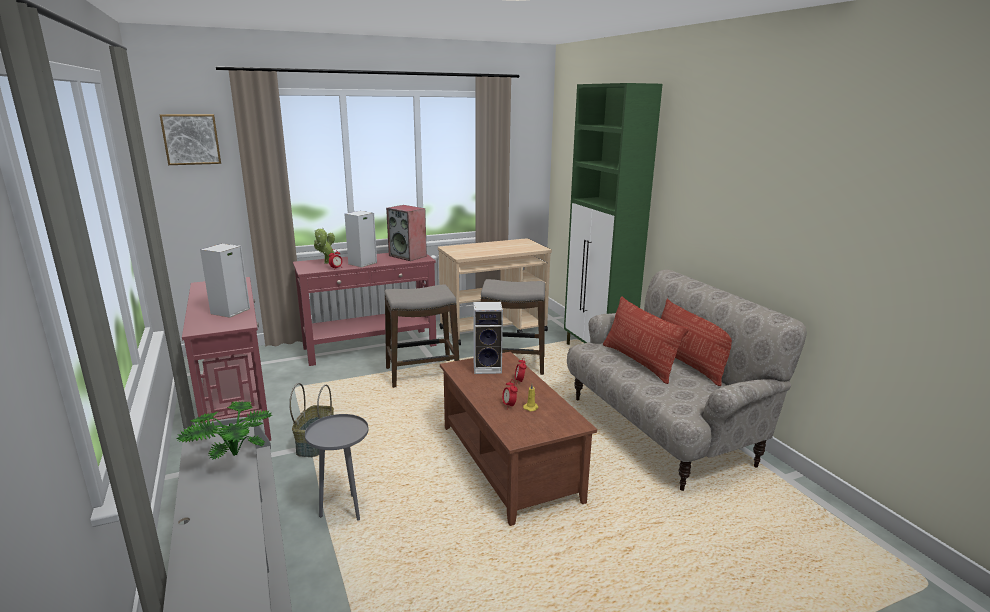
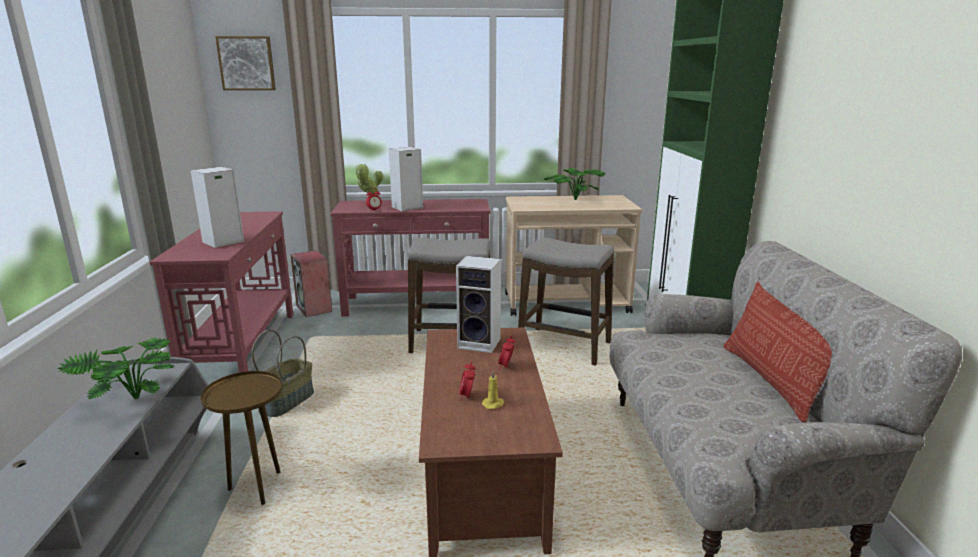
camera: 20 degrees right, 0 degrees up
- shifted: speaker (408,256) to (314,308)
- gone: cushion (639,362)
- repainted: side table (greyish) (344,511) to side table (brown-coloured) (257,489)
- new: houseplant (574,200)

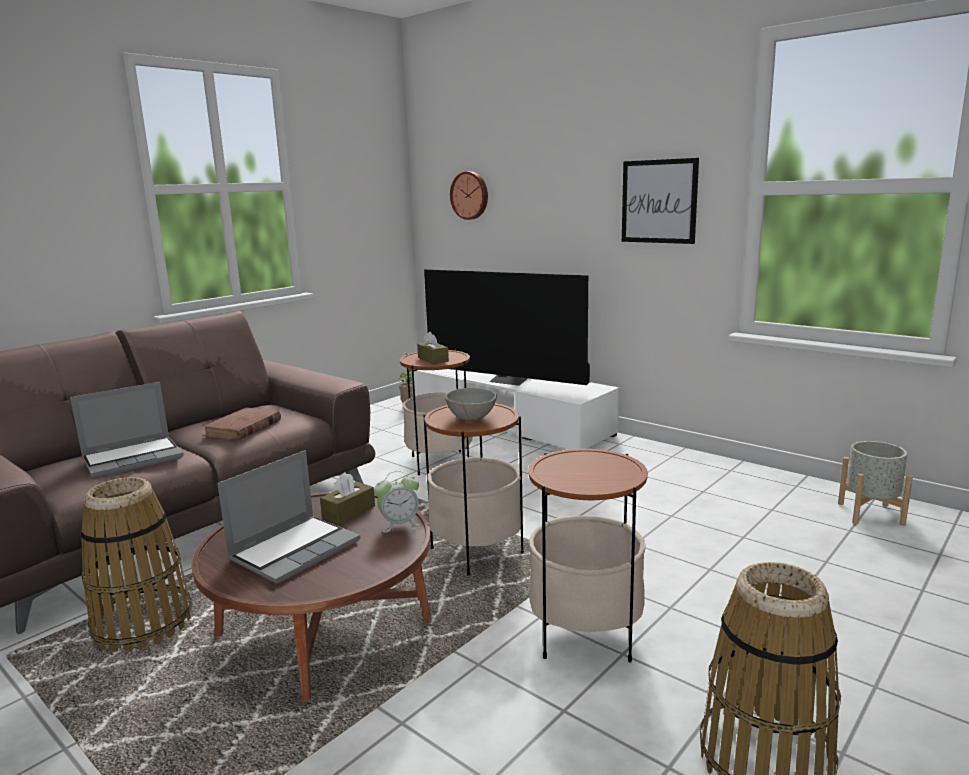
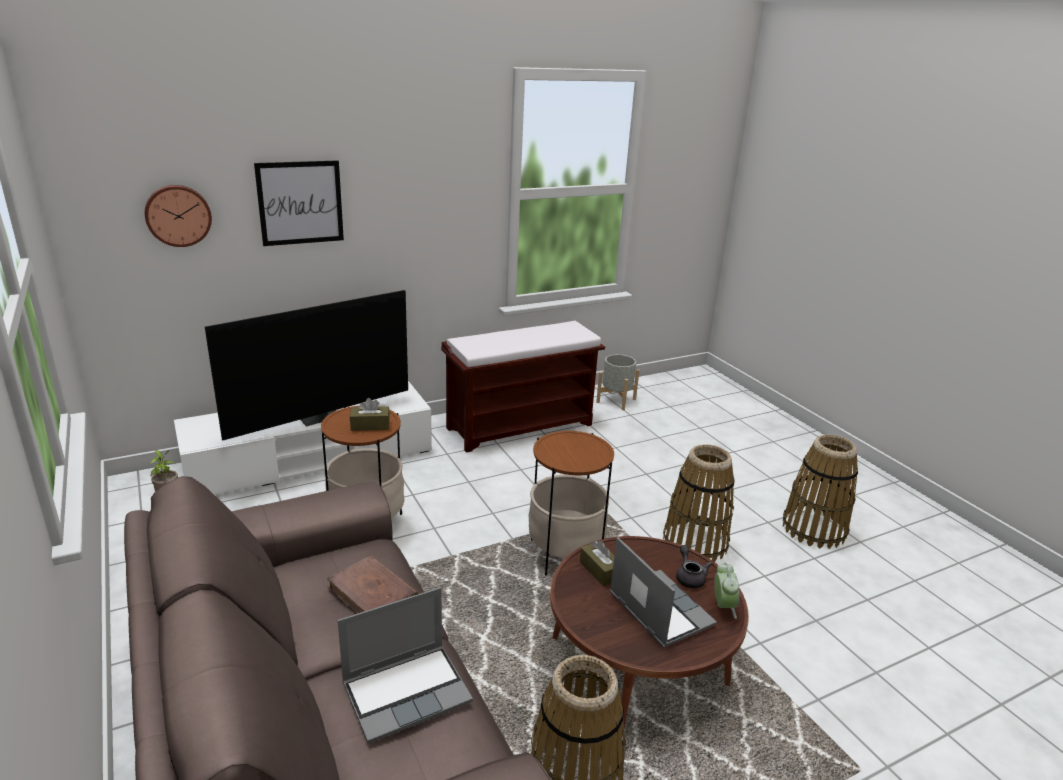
camera: 70 degrees left, 10 degrees up
- shifted: wall picture (659,201) to (300,203)
- rotated: portable computer (134,458) = (407,692) 75 degrees clockwise
- gone: serving bowl (greyish) (472,418)
- swapped: side table (586,634) to household basket (695,542)
- shifted: alarm clock (399,524) to (723,606)
- new: bench (brown-coloured) (521,426)
- new: teapot (greyish) (689,577)

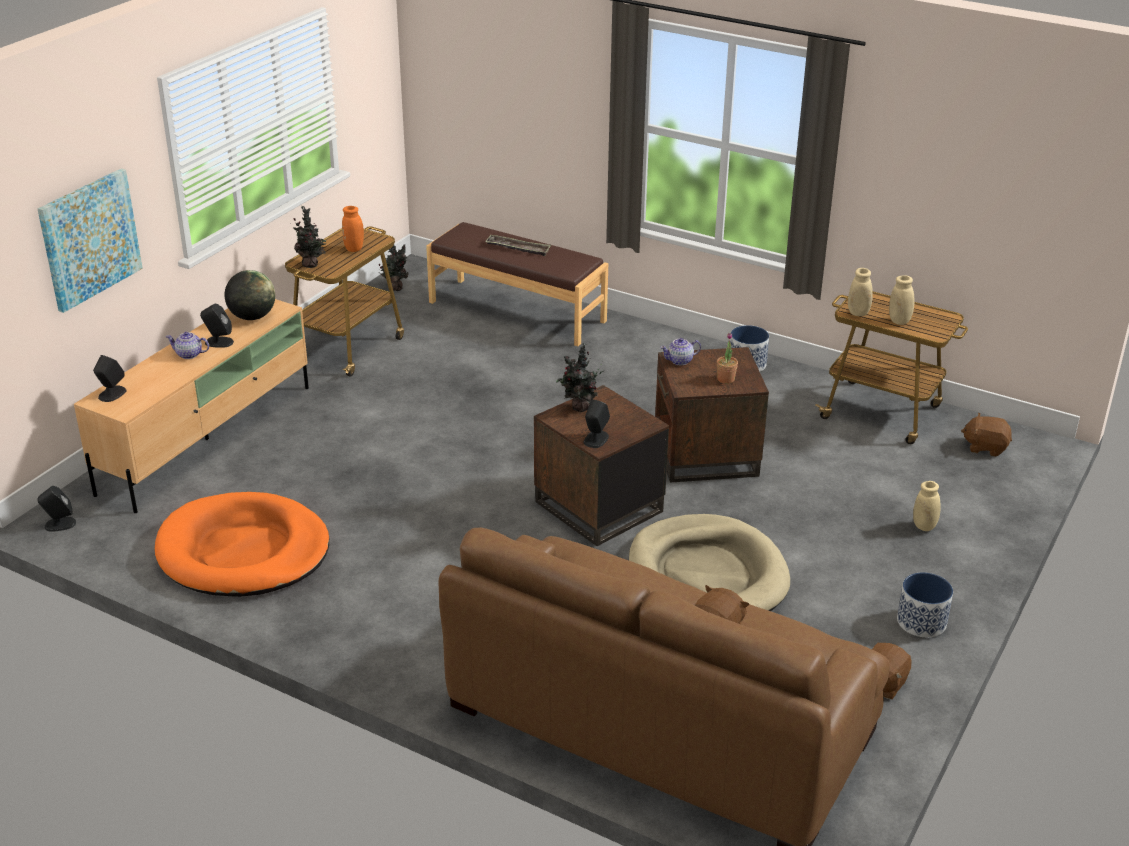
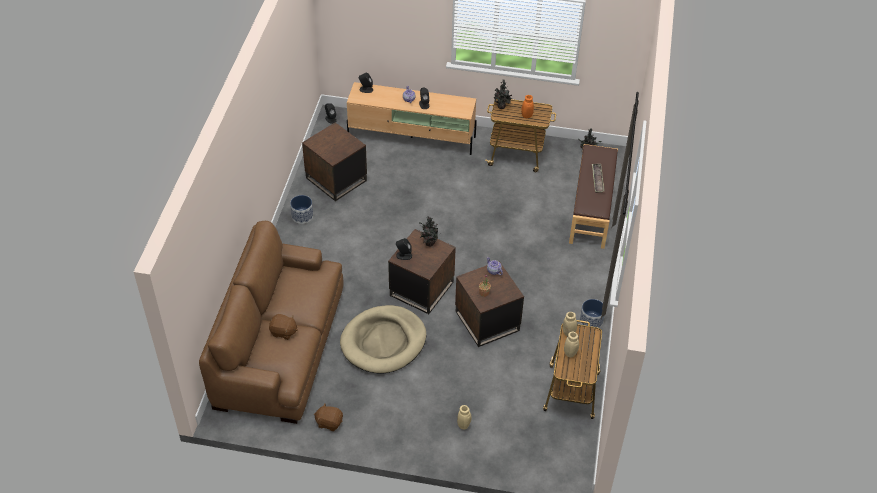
camera: 70 degrees right, 15 degrees up
- gone: wall picture (89,239)
- gone: globe (252,317)
- gone: soft toy (brown-coloured) (985,447)
- swapped: dog bed (orange) (243,551) to side table (brown-coloured) (336,179)
- shifted: planter (921,622) to (302,216)

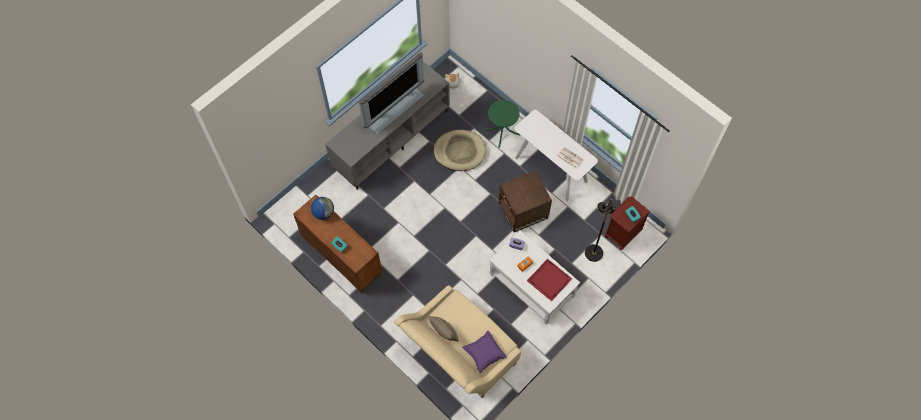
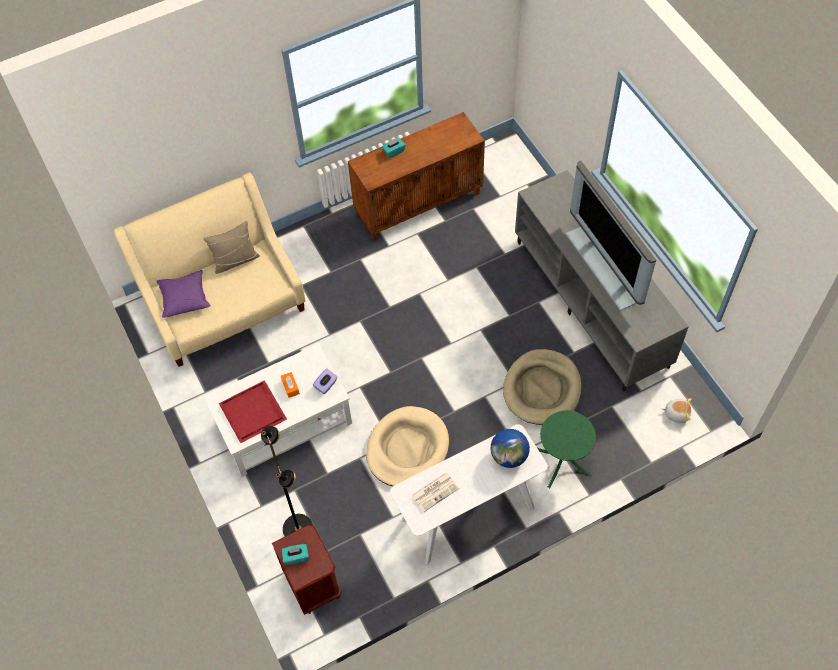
camera: 110 degrees right, 5 degrees down
- swapped: side table (brown-coloured) (523,211) to dog bed (sand-coloured) (407,448)
- shifted: globe (324,213) to (509,456)

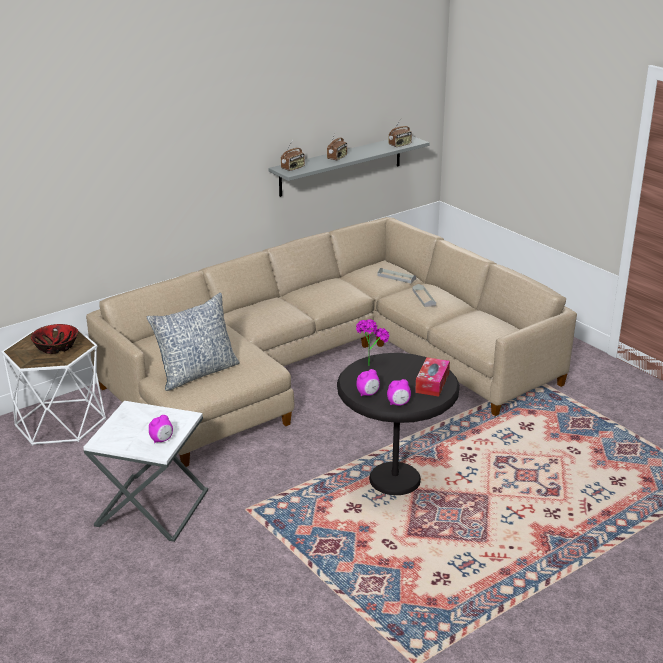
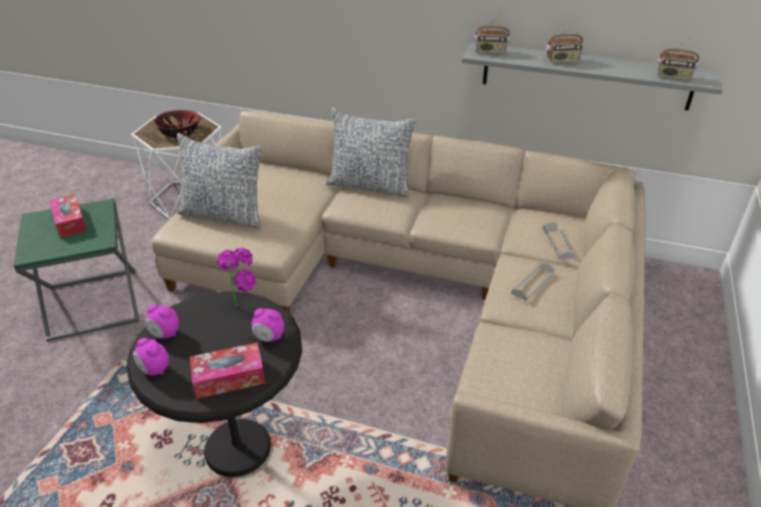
camera: 55 degrees right, 10 degrees up
- repainted: side table (whitish) (152,508) to side table (greenish) (94,304)
- shifted: alarm clock (162,440) to (269,337)
- new: cushion (370,185)
- new: box of tissues (70,222)

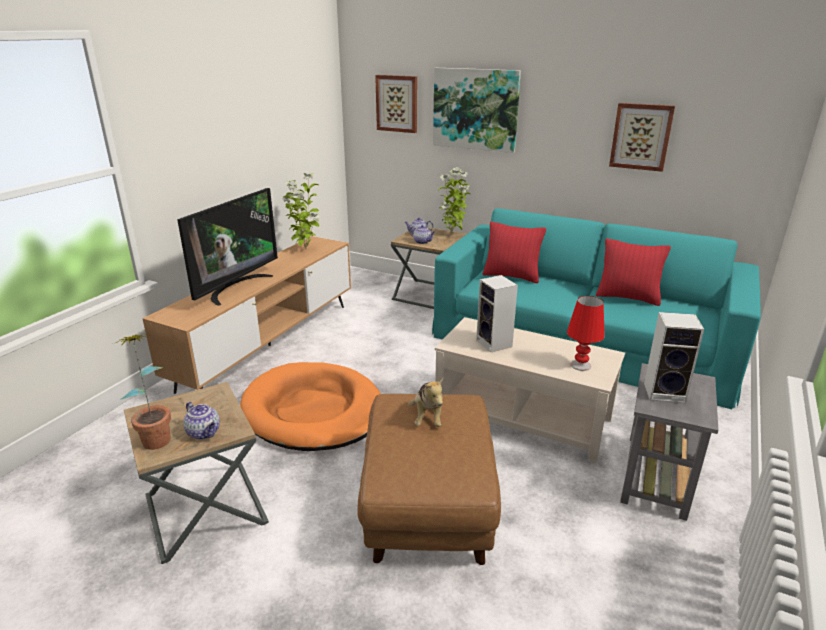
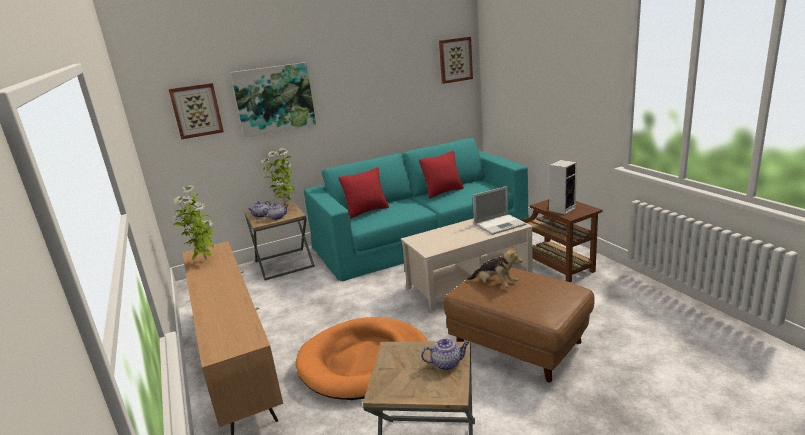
camera: 50 degrees left, 5 degrees down
- shifted: wall picture (641,136) to (455,60)
- gone: TV set (235,287)
- gone: speaker (495,344)
- swapped: lamp for a table (reddish) (581,365) to portable computer (500,224)
- gone: houseplant (156,436)
- repainted: side table (greyish) (655,478) to side table (brown-coloured) (559,266)

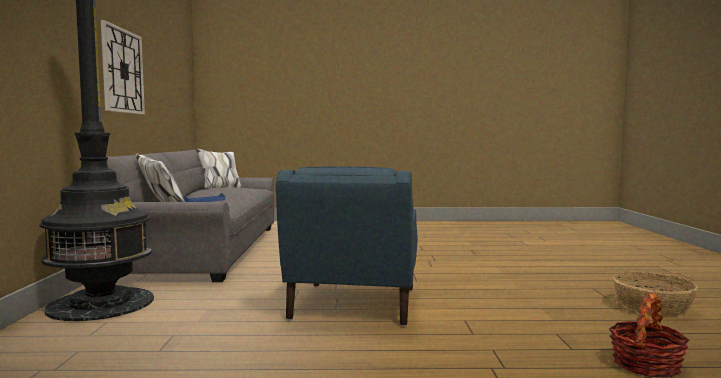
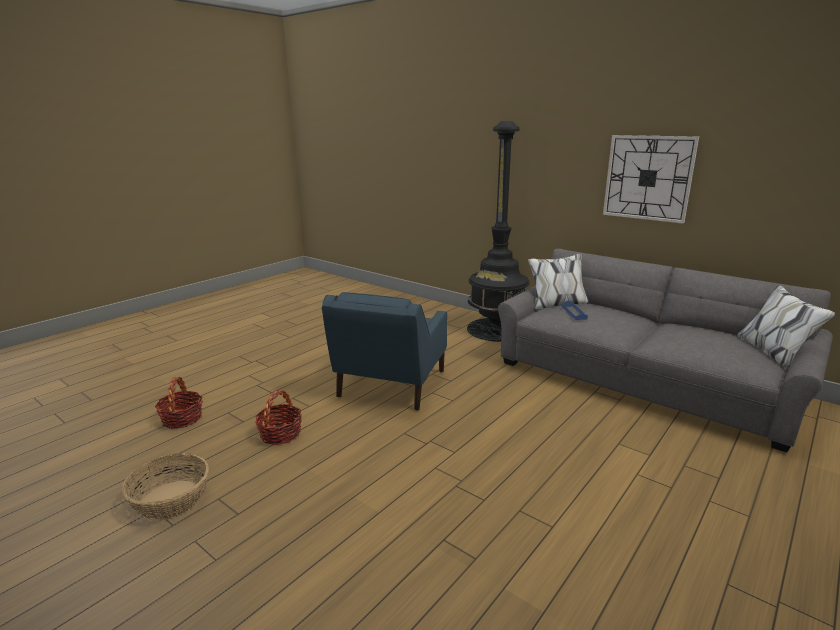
camera: 130 degrees right, 15 degrees up
- rotated: easy chair (bluish) (353,305) = (390,385) 120 degrees counterclockwise
- new: household basket (280,434)

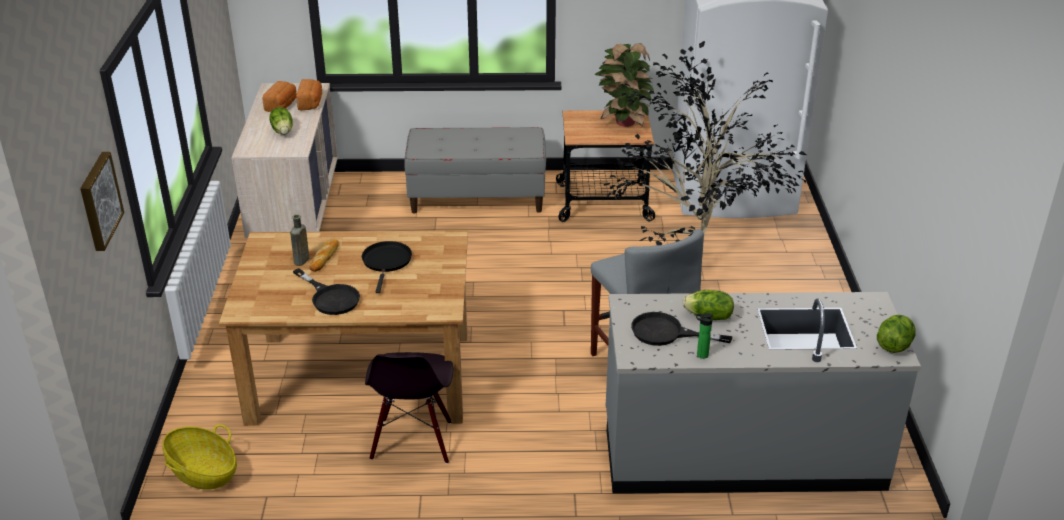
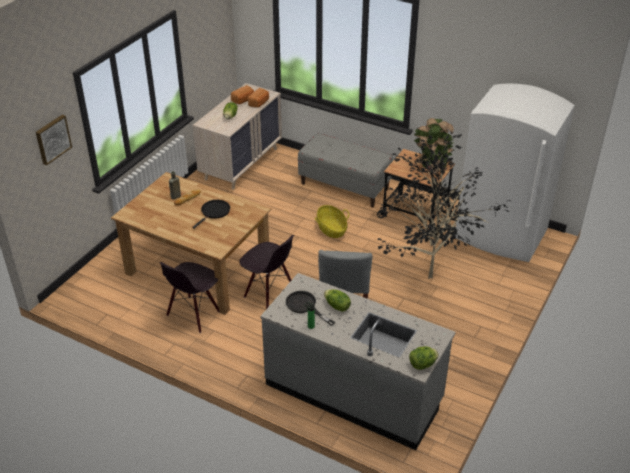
camera: 30 degrees right, 5 degrees up
- gone: frying pan (blackish) (330,297)
- shifted: household basket (203,472) to (331,229)
- new: upright chair (blackish) (269,293)

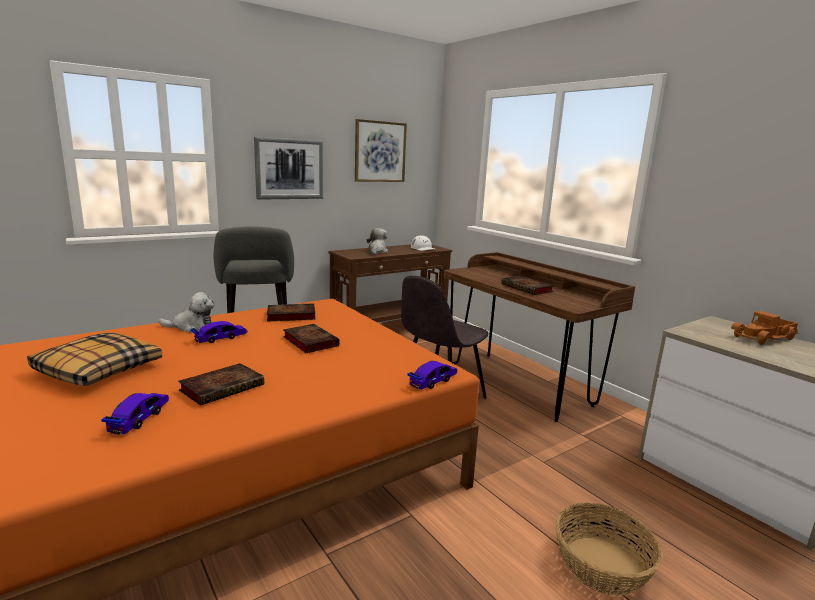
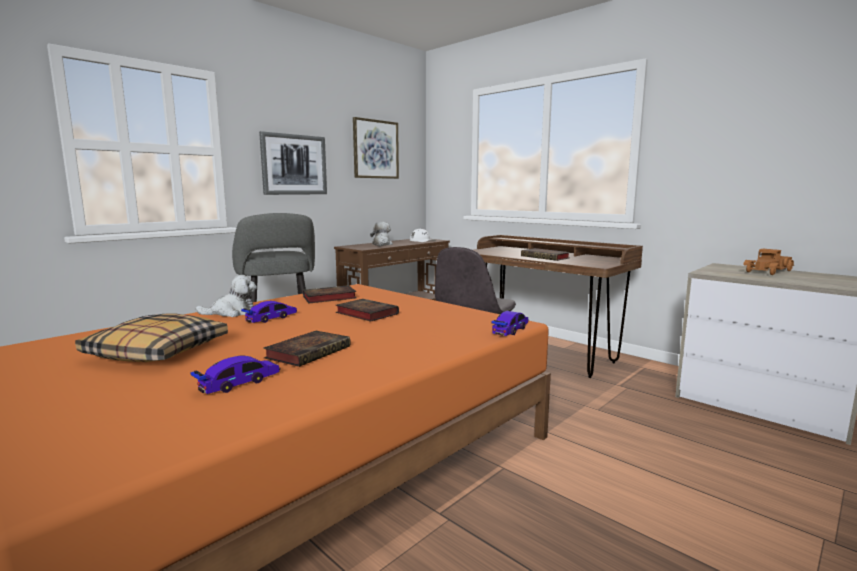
camera: 10 degrees left, 5 degrees down
- rotated: toy car (139,418) = (239,383) 45 degrees clockwise
- gone: household basket (602,565)

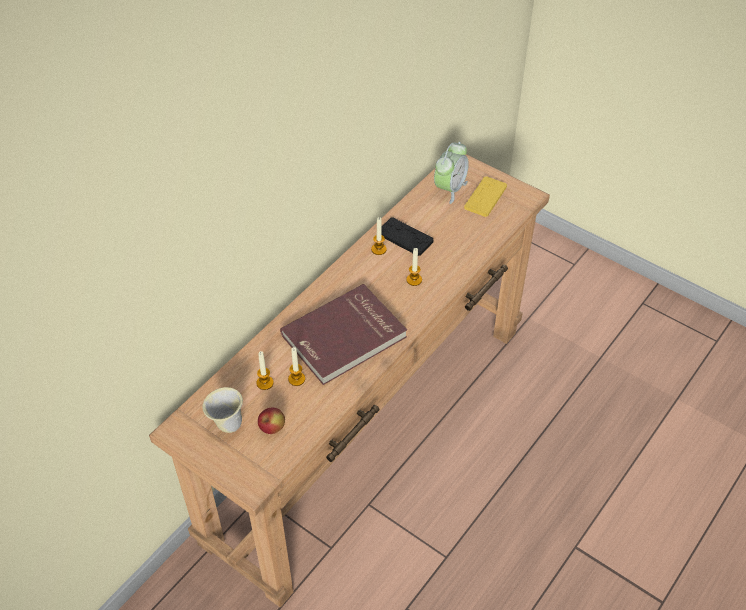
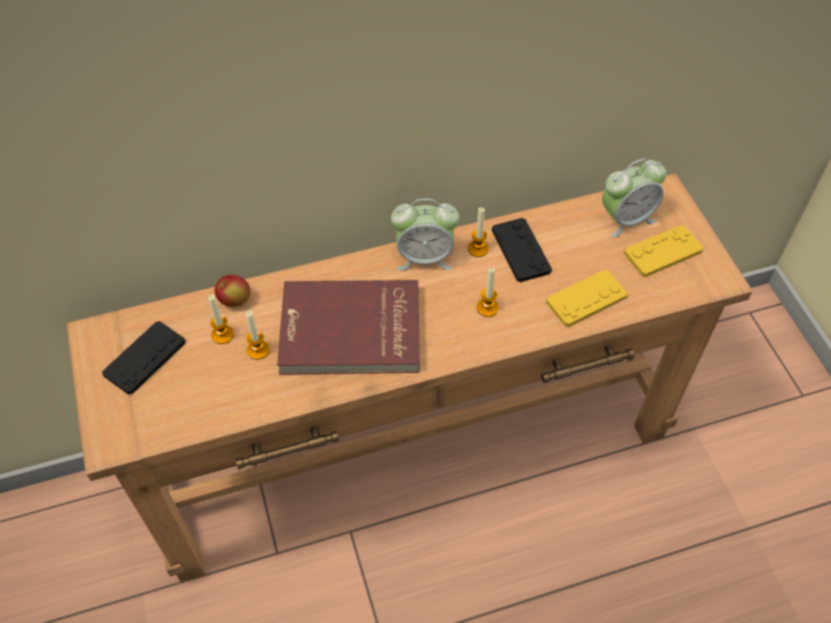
camera: 35 degrees right, 5 degrees up
- swapped: coffee mug (sand-coloured) (226,424) to gamepad (blackish) (145,358)
- shifted: apple (272,428) to (235,300)
- new: alarm clock (424,257)
- new: gamepad (yellow) (586,299)

